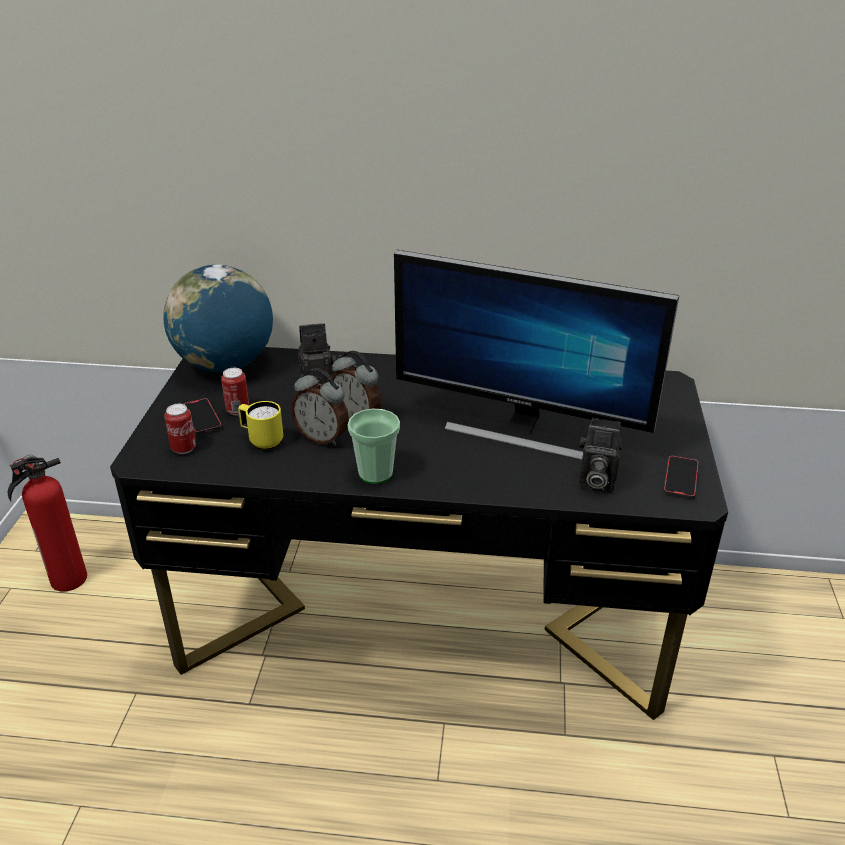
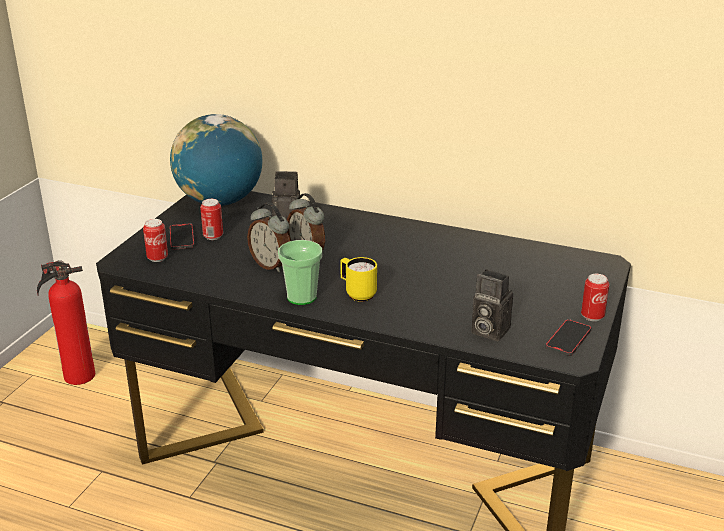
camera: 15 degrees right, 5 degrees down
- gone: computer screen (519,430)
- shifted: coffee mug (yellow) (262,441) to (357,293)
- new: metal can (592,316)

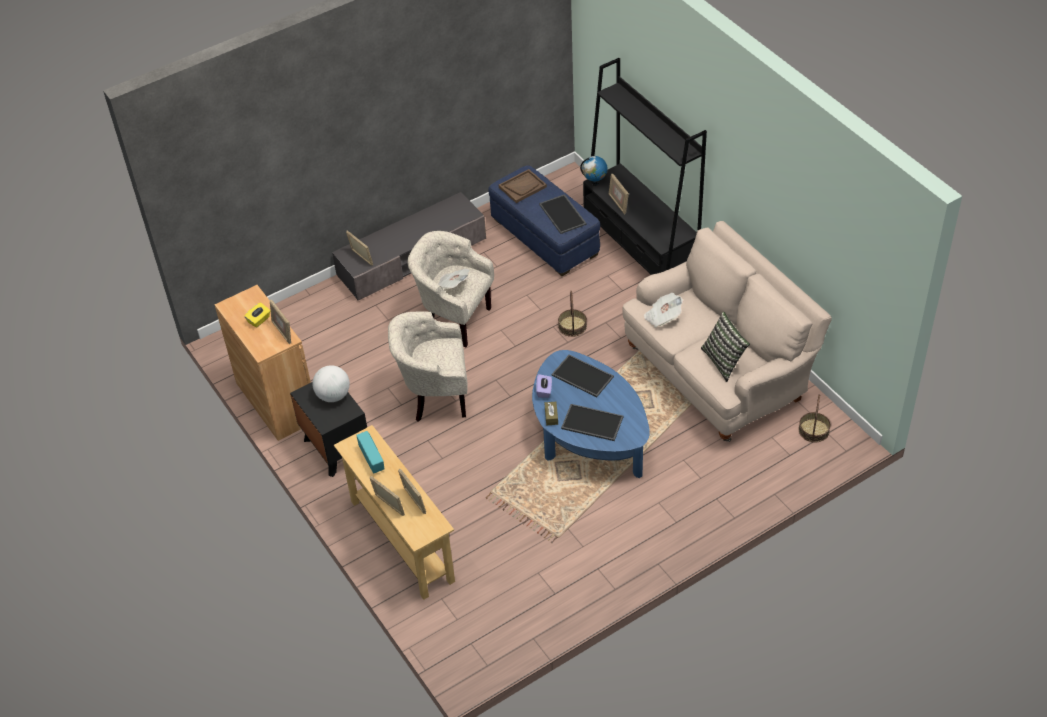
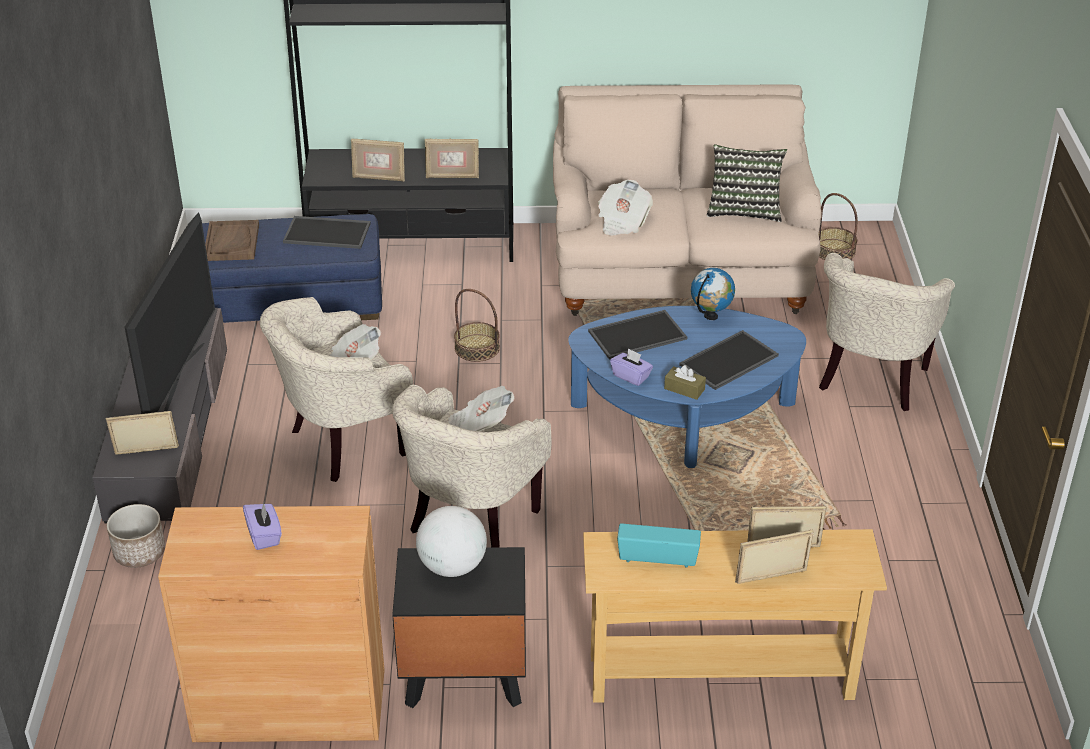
camera: 60 degrees left, 10 degrees down
- shifted: globe (594,183) to (711,316)
- shifted: photo frame (282,332) to (452,176)
- repainted: box of tissues (yellow) (259,320) to box of tissues (purple) (264,535)
- new: TV set (182,379)
- new: easy chair (sand-coloured) (871,382)
- new: printed paper (480,425)
- new: planter (139,552)

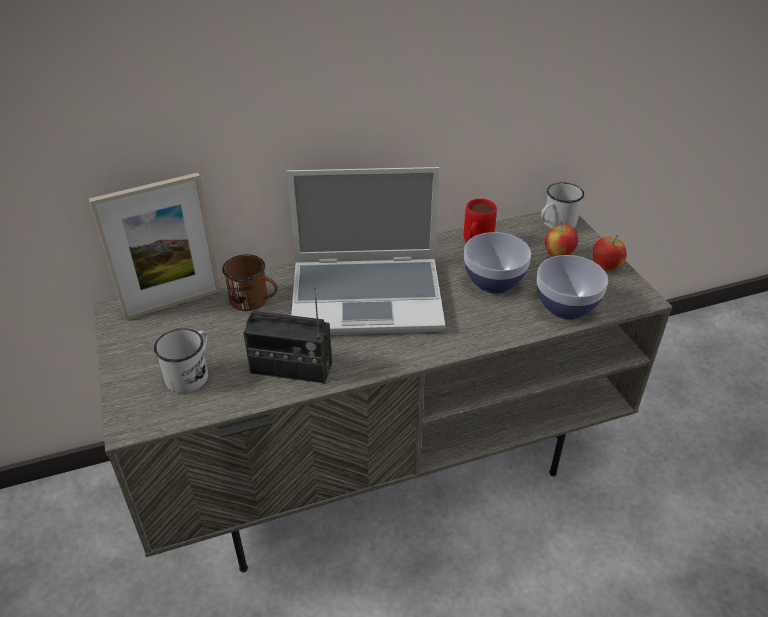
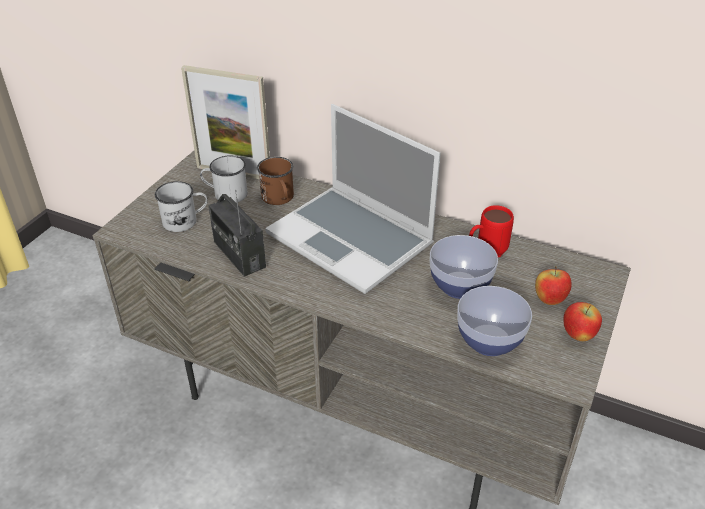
camera: 45 degrees right, 0 degrees up
- shifted: coffee mug (whitish) (555,225) to (225,194)

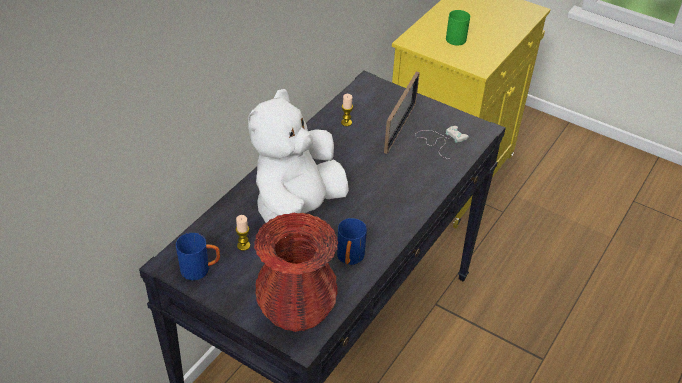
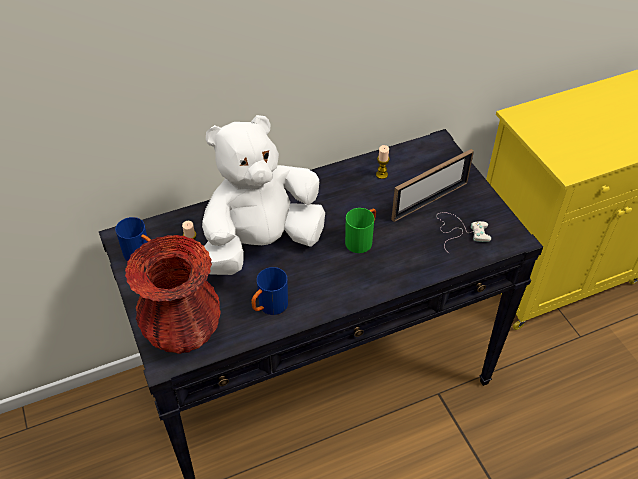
camera: 35 degrees right, 5 degrees up
- shifted: coffee mug (greenish) (455,37) to (362,240)

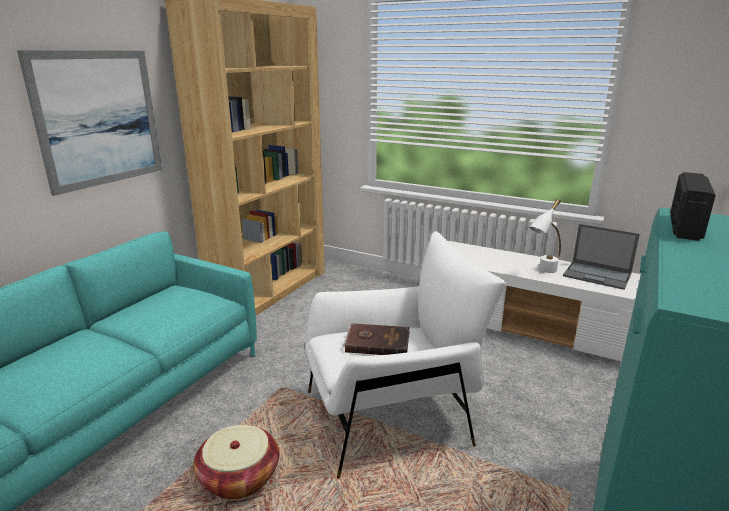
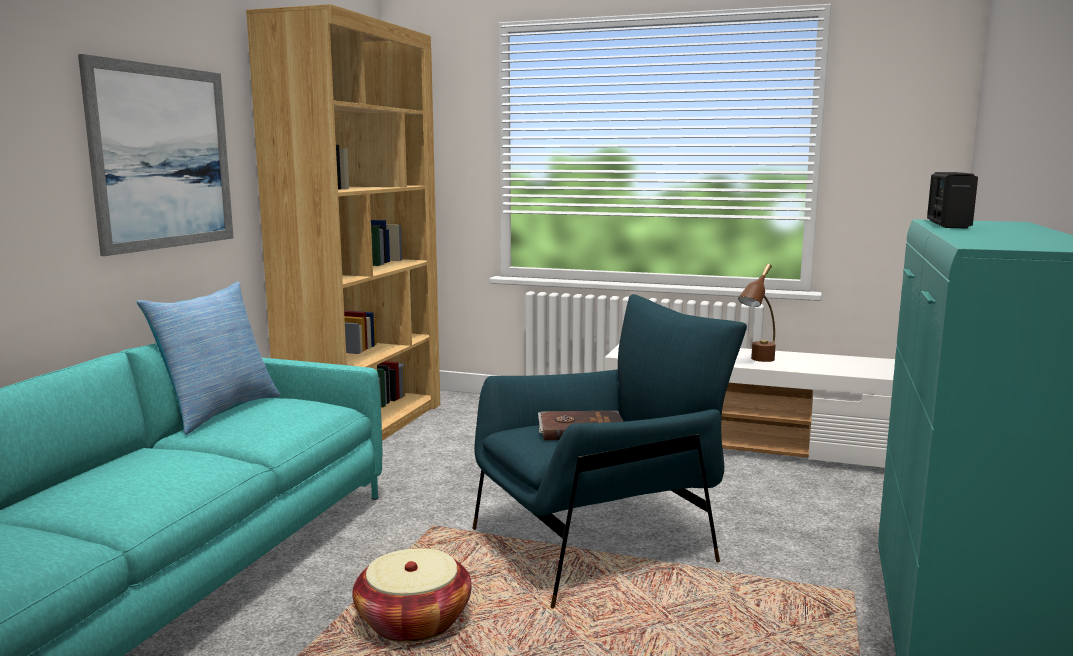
camera: 10 degrees left, 10 degrees down
- repainted: lamp for a table (whitish) (543,271) to lamp for a table (brown-coloured) (758,361)
- gone: portable computer (597,275)
- repainted: easy chair (whitish) (392,416) to easy chair (bluish) (599,543)
- new: cushion (217,411)

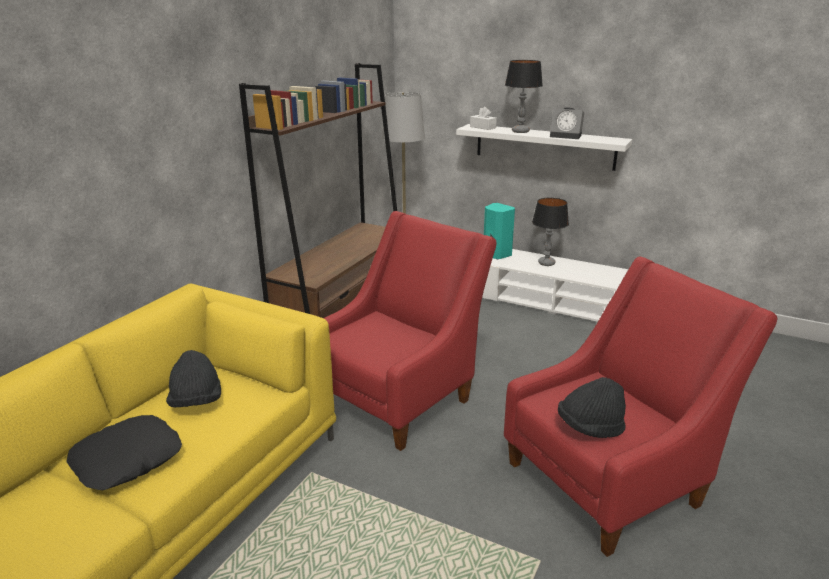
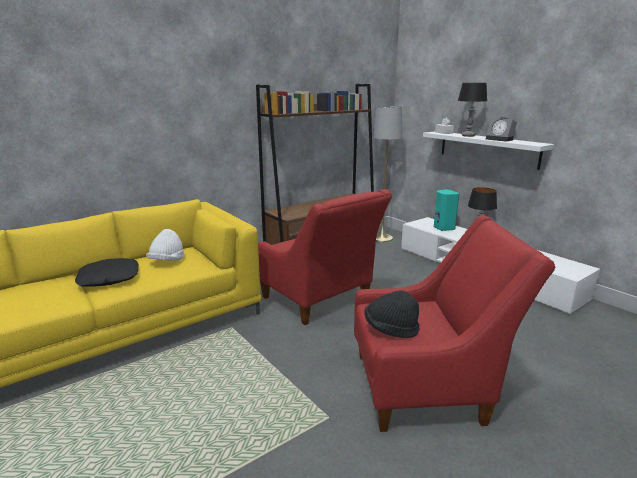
camera: 25 degrees right, 5 degrees down
- rotated: easy chair (reddish) (399,396) = (320,301) 75 degrees clockwise
- repainted: hat (blackish) (196,402) to hat (whitish) (167,261)

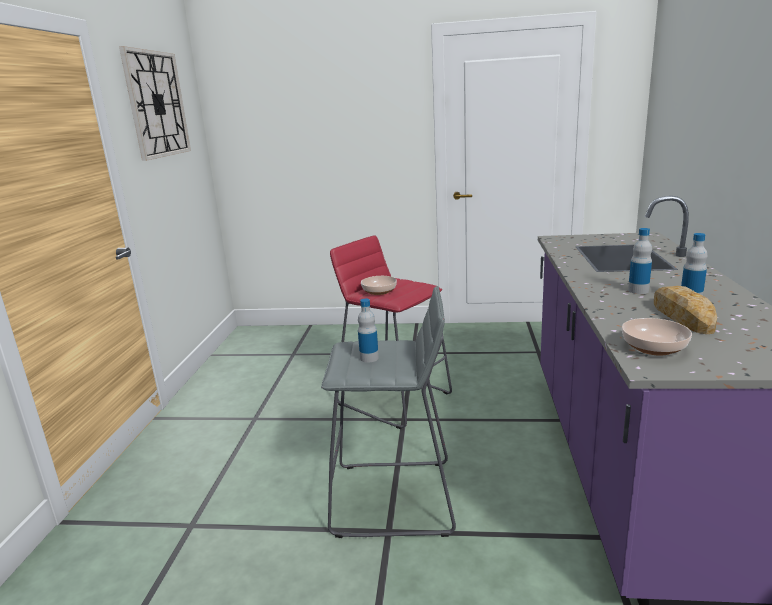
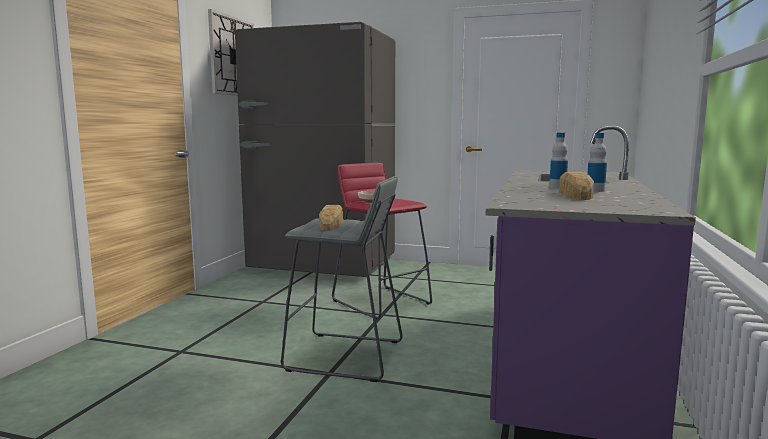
camera: 10 degrees right, 10 degrees down
- swapped: drink bottle (369,358) to bread (331,224)
- gone: serving bowl (653,347)
- new: fridge (greyish) (323,266)

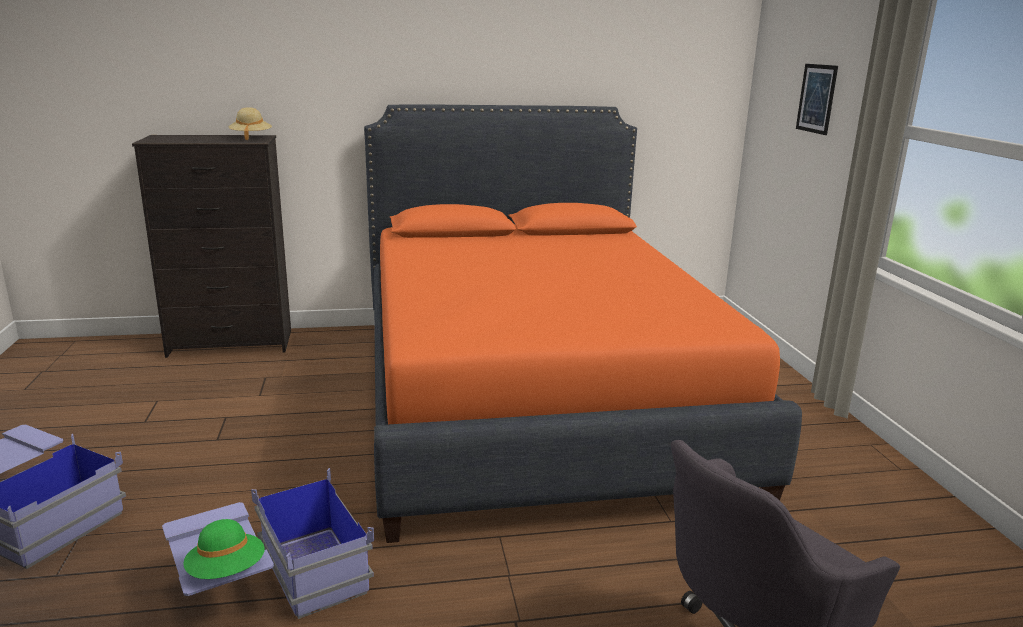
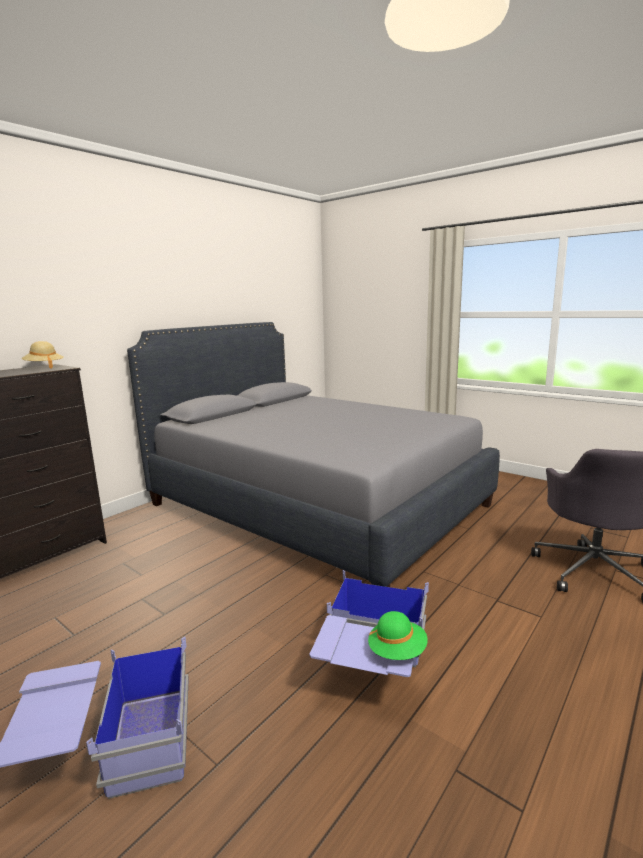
camera: 40 degrees left, 5 degrees down
- gone: wall picture (816,98)
- repainted: bedroom bed (orange) (534,397) to bedroom bed (greyish) (316,504)

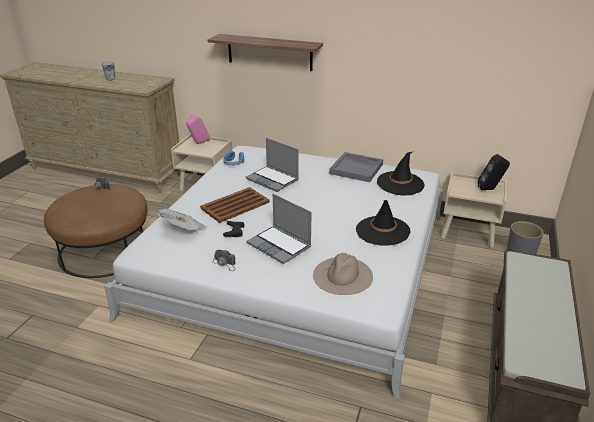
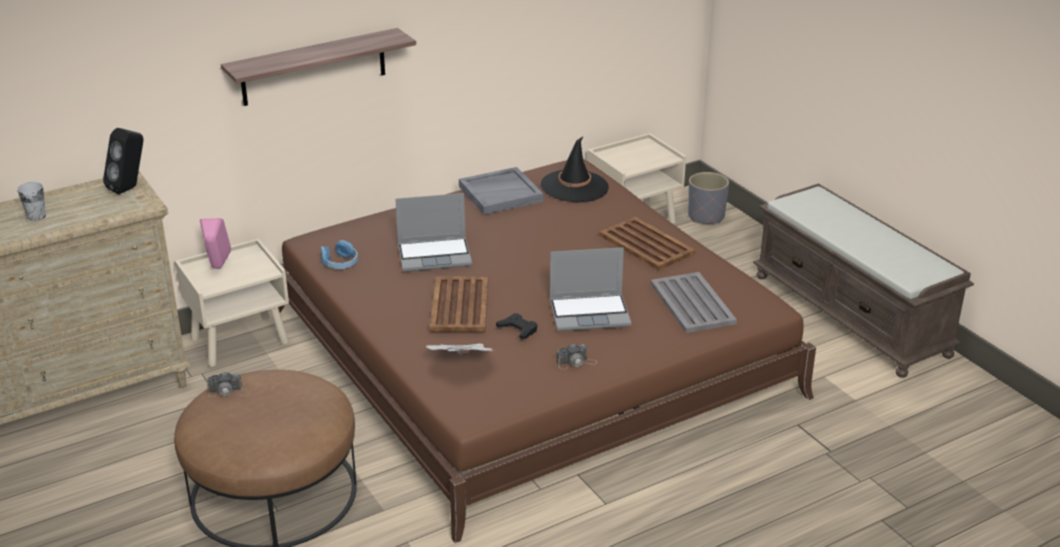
camera: 50 degrees left, 0 degrees up
- repainted: bedroom bed (whitish) (296,263) to bedroom bed (brown-coloured) (529,353)
- shifted: speaker (blackish) (490,189) to (130,188)
- swapped: hat (blackish) (382,231) to serving tray (brown-coloured) (646,244)
- swapped: hat (sand-coloured) (343,275) to serving tray (greyish) (692,303)

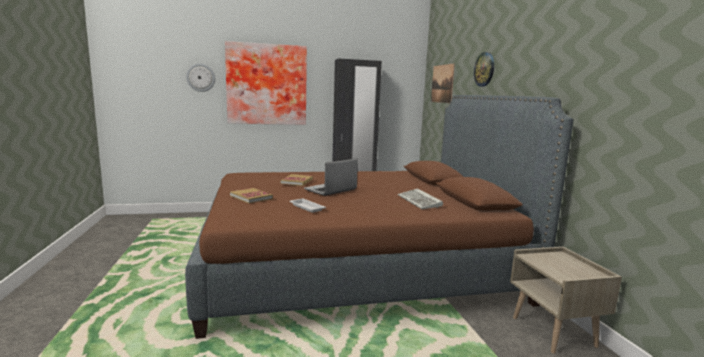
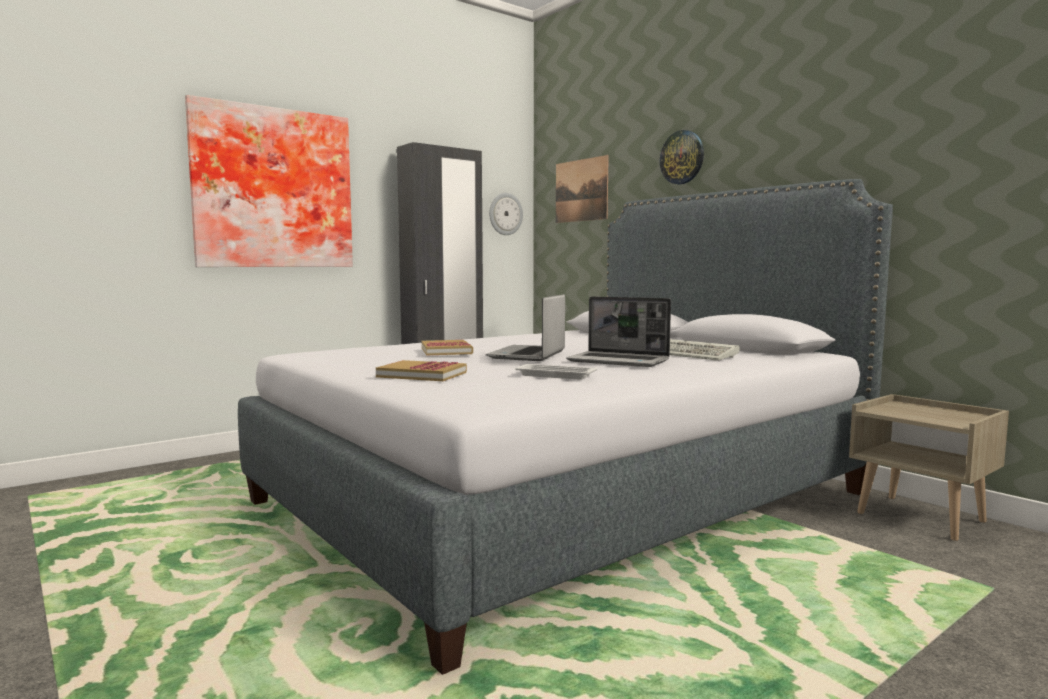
camera: 25 degrees left, 5 degrees down
- shifted: hanging clock (201,77) to (505,214)
- repainted: bedroom bed (brown-coloured) (357,267) to bedroom bed (greyish) (565,496)
- new: portable computer (619,361)

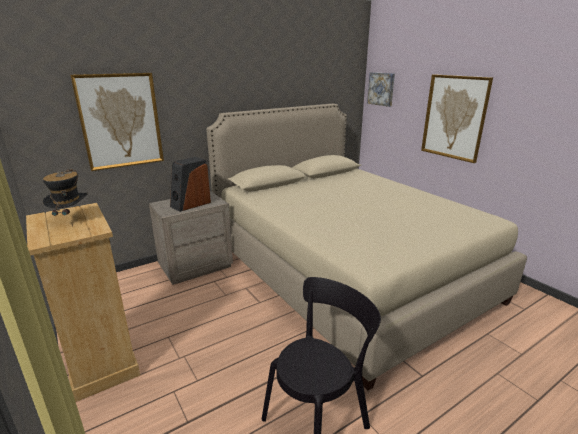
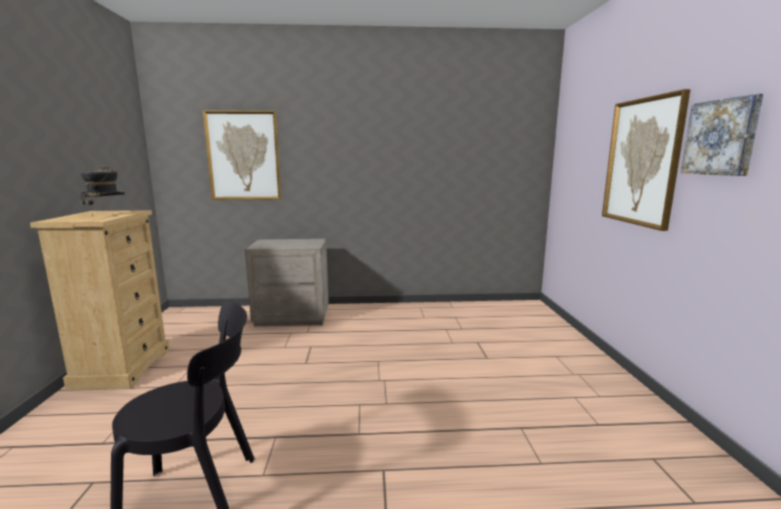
camera: 30 degrees right, 10 degrees down
- shifted: wall picture (381,89) to (722,137)
- gone: bedroom bed (sand-coloured) (345,272)
- gone: speaker (190,204)

